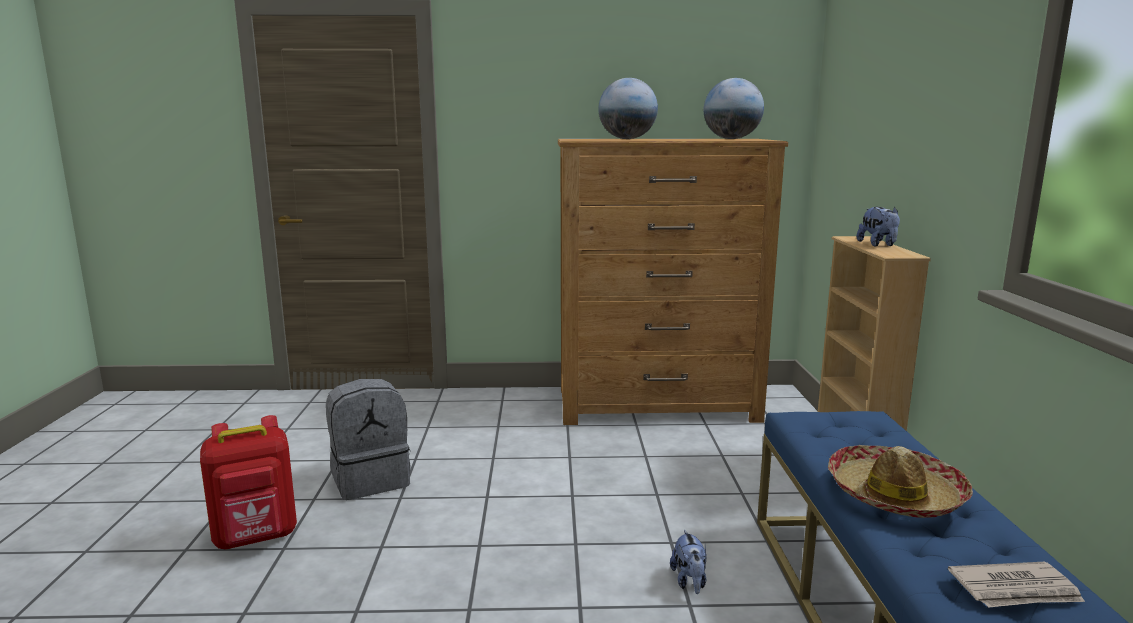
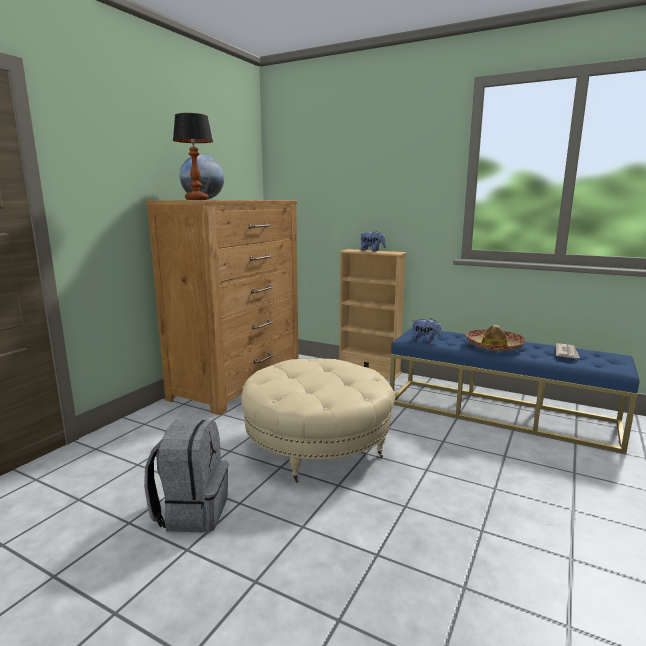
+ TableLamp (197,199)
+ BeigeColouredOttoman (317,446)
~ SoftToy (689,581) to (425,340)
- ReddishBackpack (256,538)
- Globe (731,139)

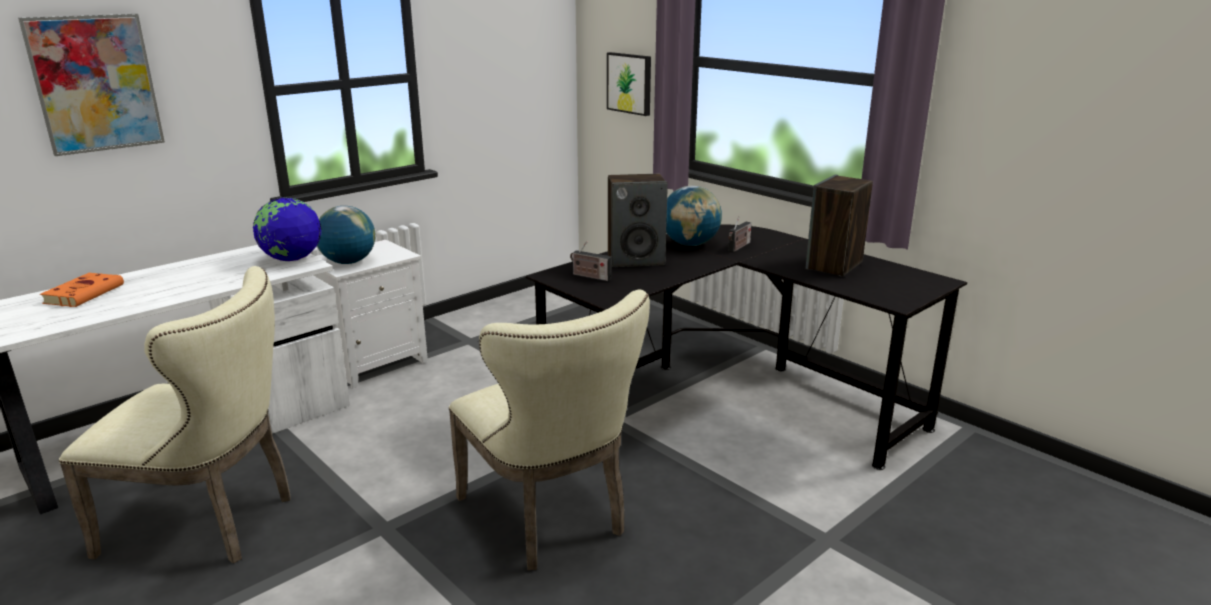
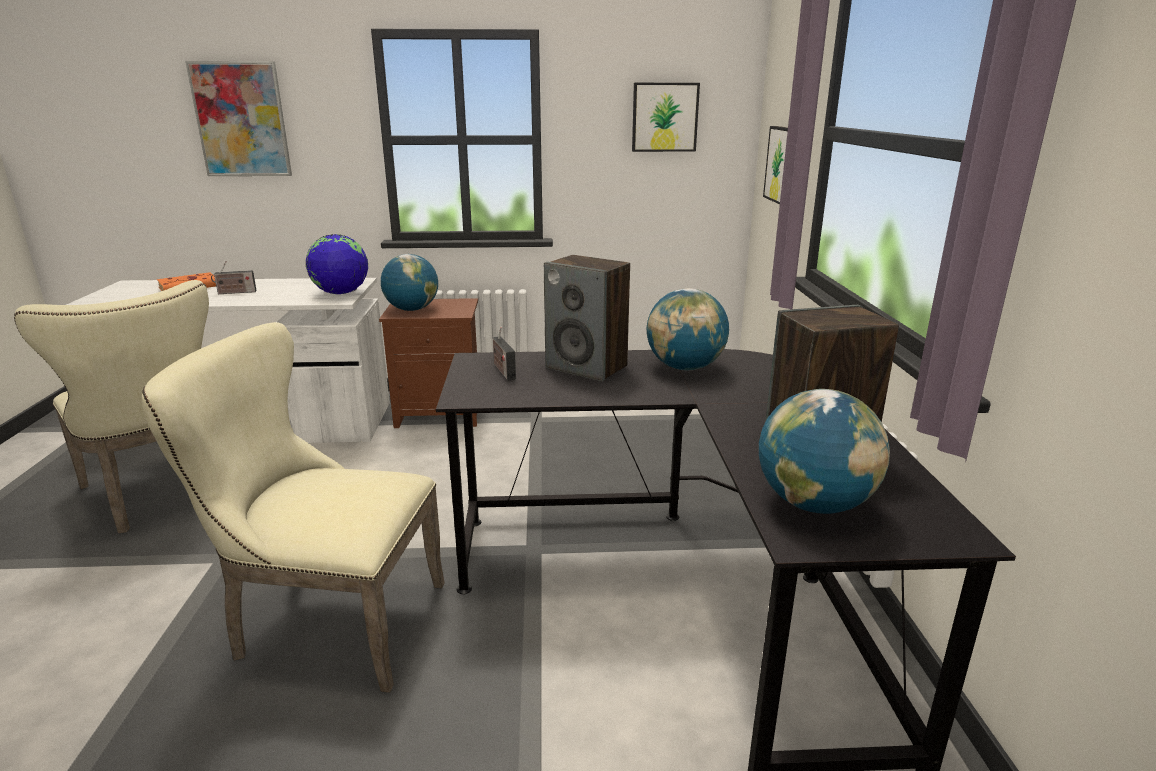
~ BeigeColouredUprightChair (550,518) = (328,623) 90 degrees clockwise
~ RadioSet (738,247) to (235,292)
~ WhitishNightstand (376,363) to BrownishNightstand (441,413)
+ WallArt (664,117)
+ Globe (814,504)

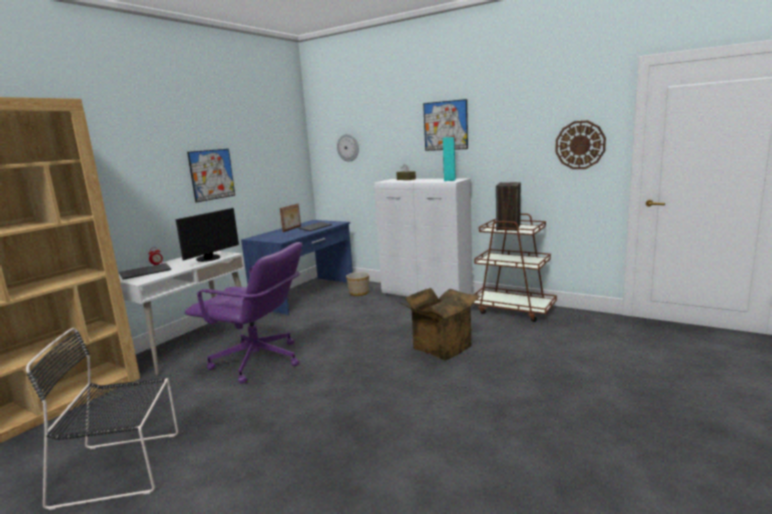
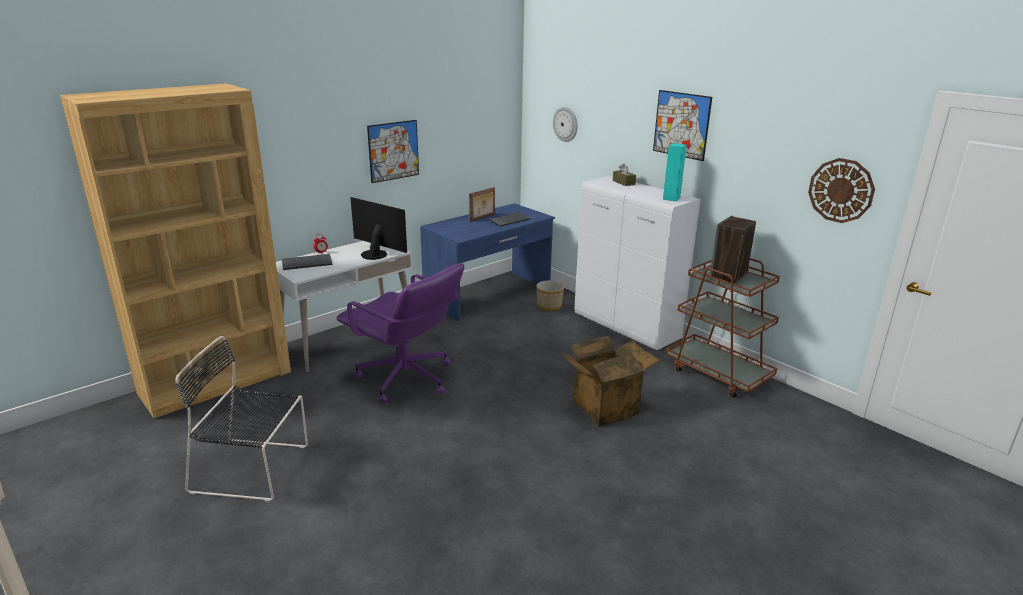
~ Monitor (210,258) = (376,254) 105 degrees counterclockwise

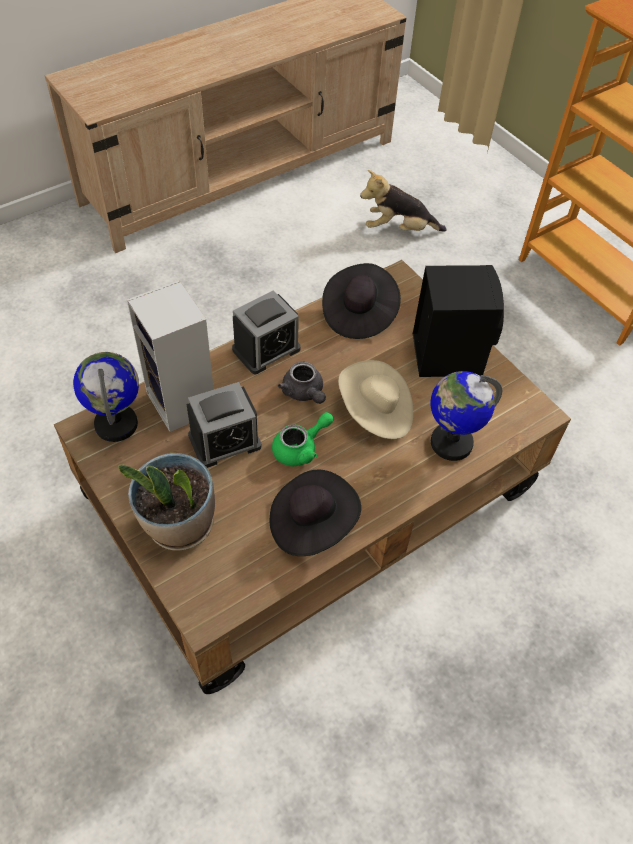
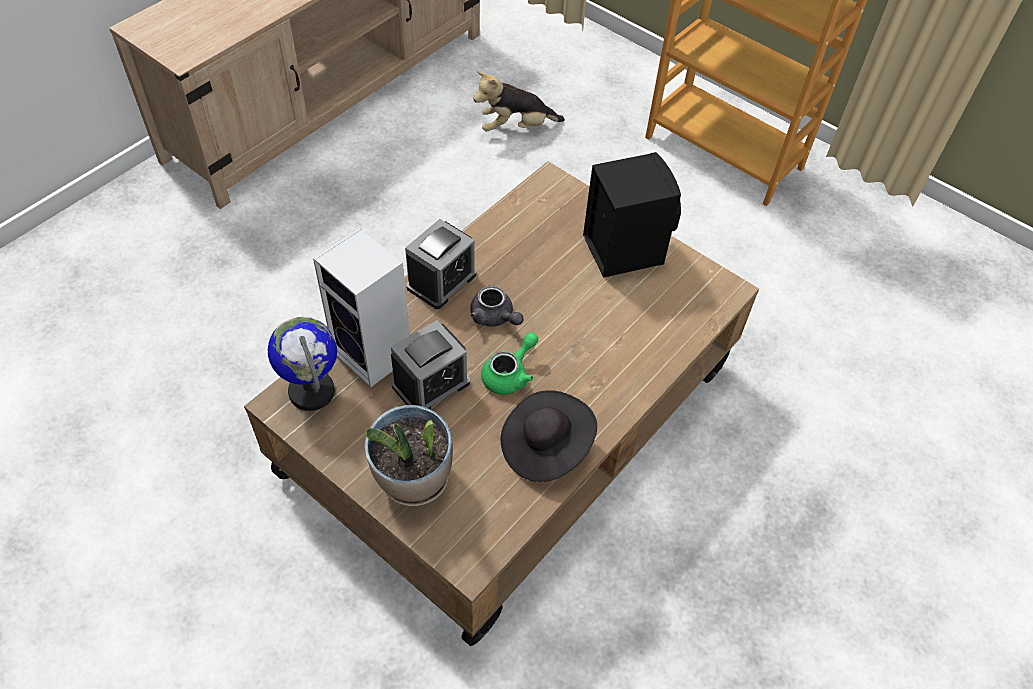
- BlackColouredHat (358,314)
- BeigeColouredHat (375,412)
- Globe (450,442)

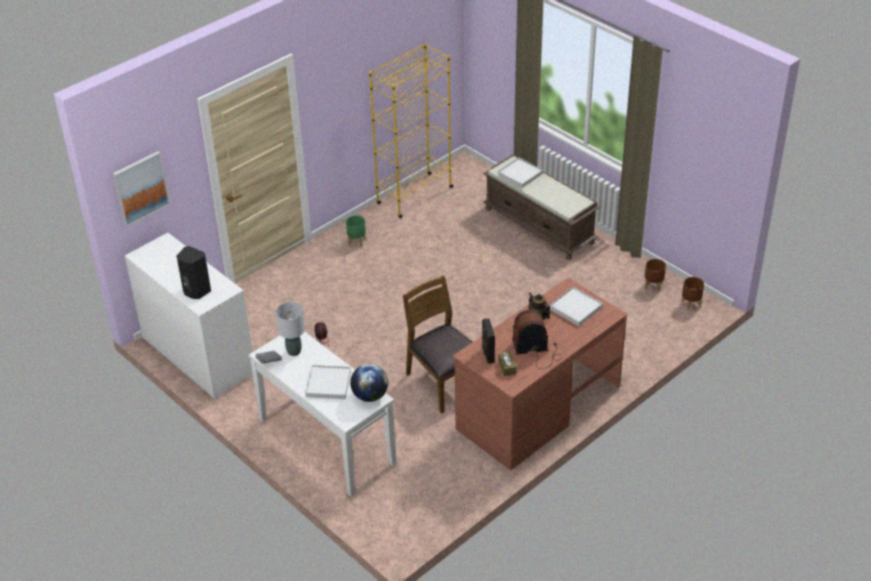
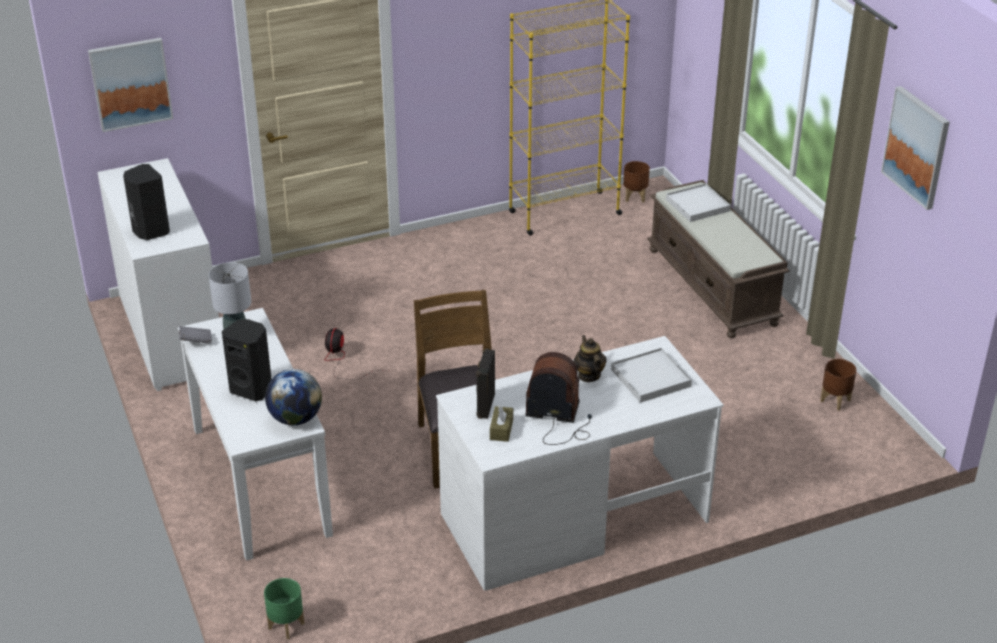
~ WhitishCarryingTray (328,384) to BlackColouredLoudspeaker (252,389)
~ GreenishPlanter (356,242) to (286,626)
~ BrownishDeskTable (537,407) to WhitishDeskTable (573,517)
~ BrownishPlanter (691,304) to (635,197)
+ WallArt (916,147)

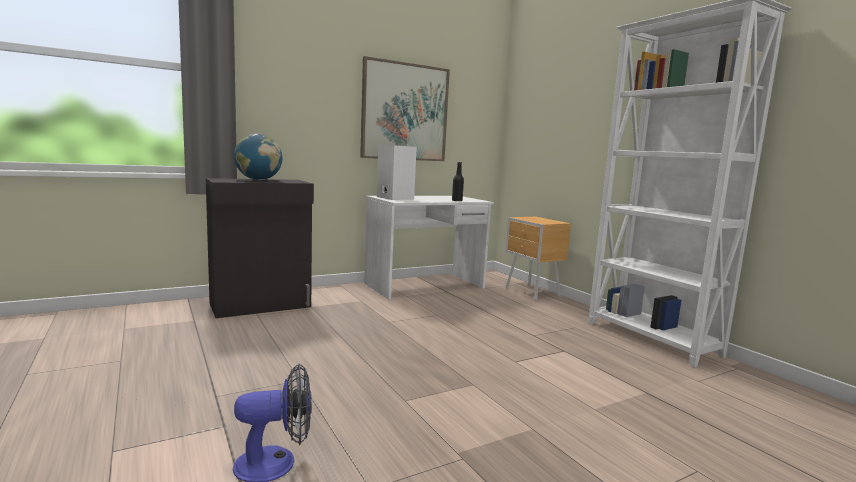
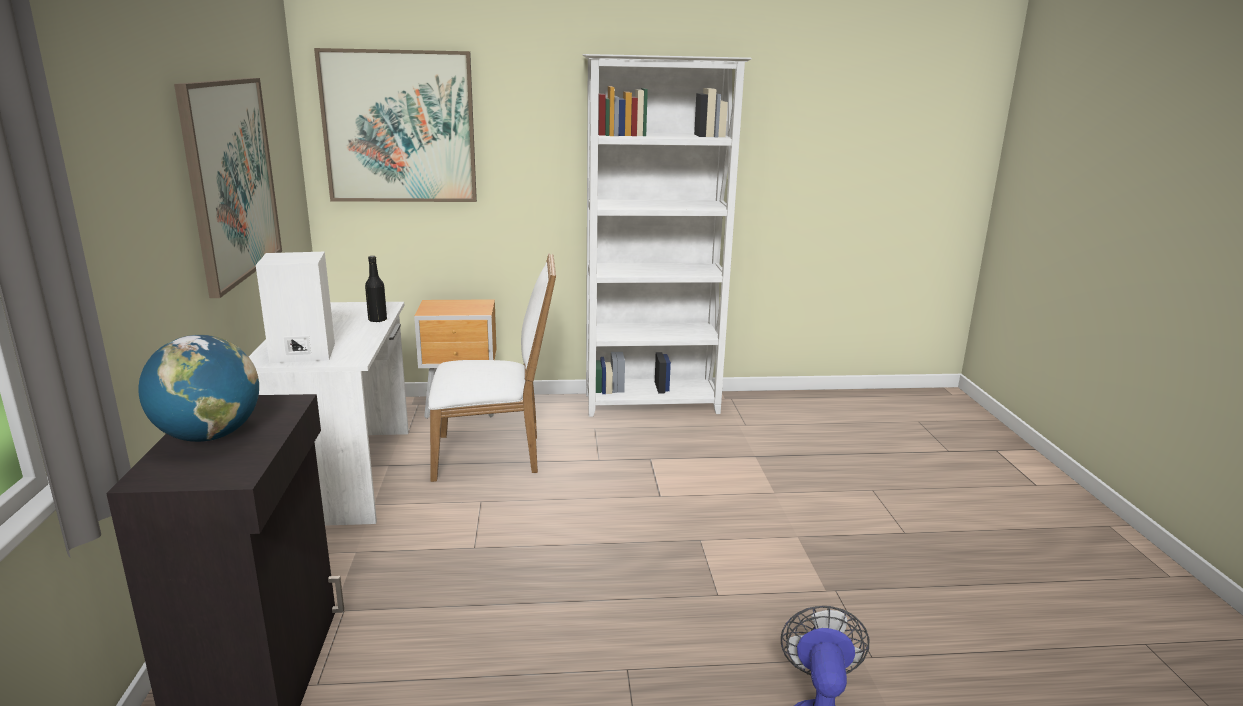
+ WallArt (399,127)
+ WhitishUprightChair (494,455)

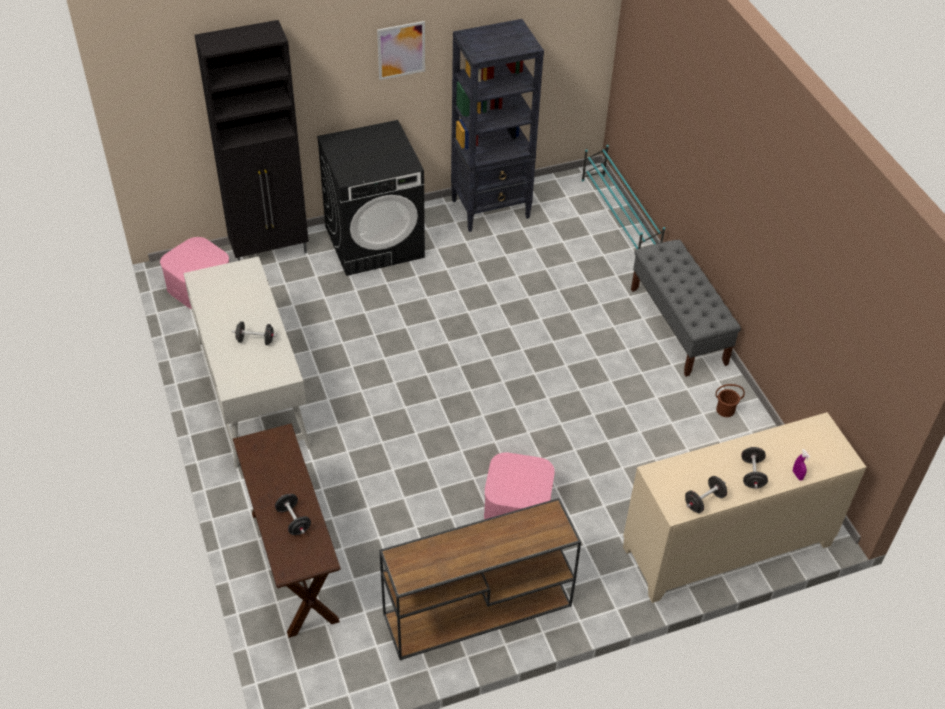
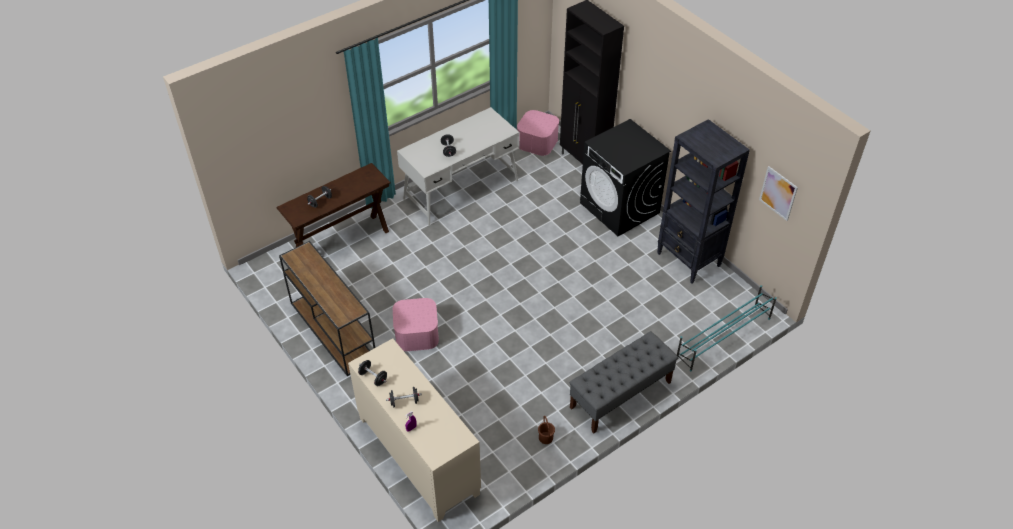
~ WallArt (401,50) to (778,193)

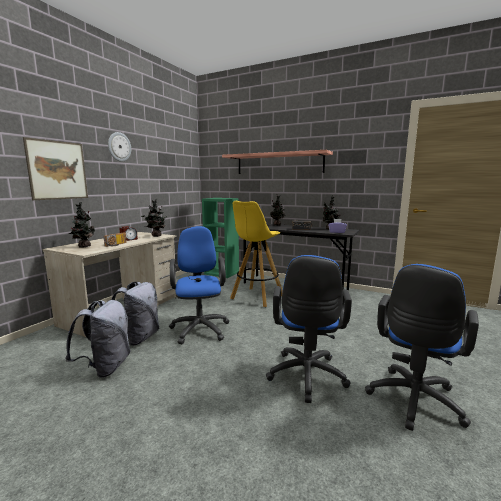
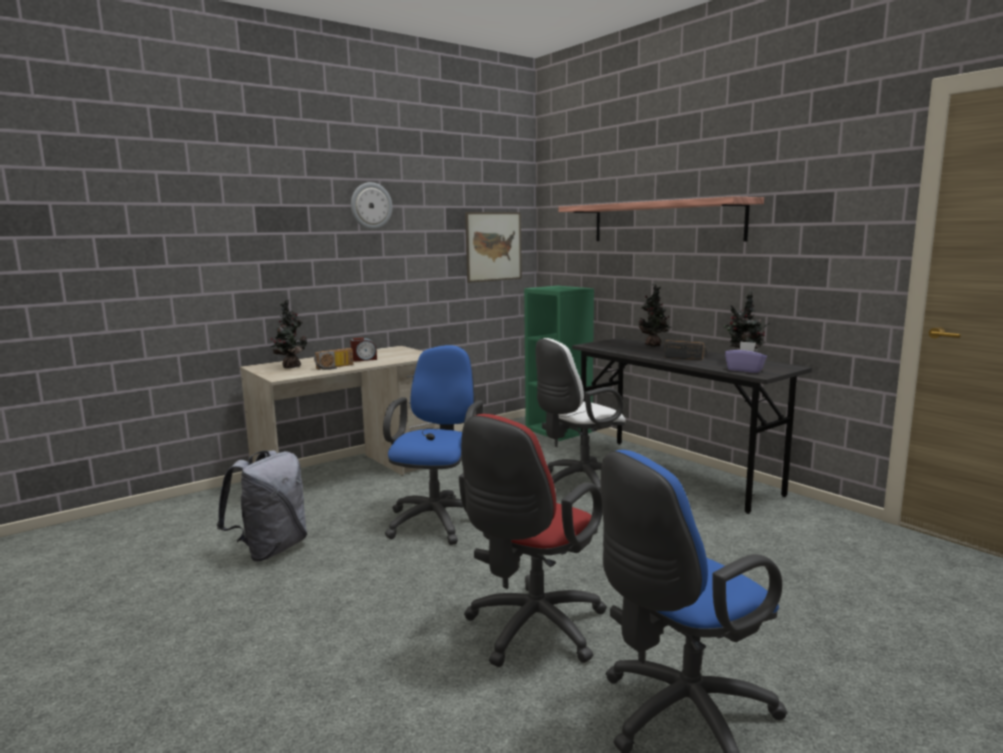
~ BlueColouredComputerChair (306,378) to ReddishComputerChair (531,631)
~ WallArt (58,170) to (493,246)
~ YellowColouredStoolSeat (256,297) to WhitishComputerChair (579,484)
- GreyBackpack (138,338)
- PottedPlant (155,236)

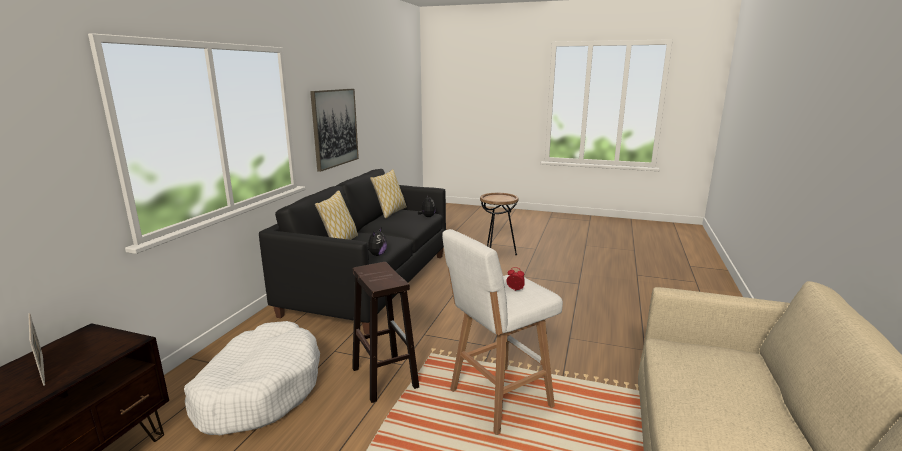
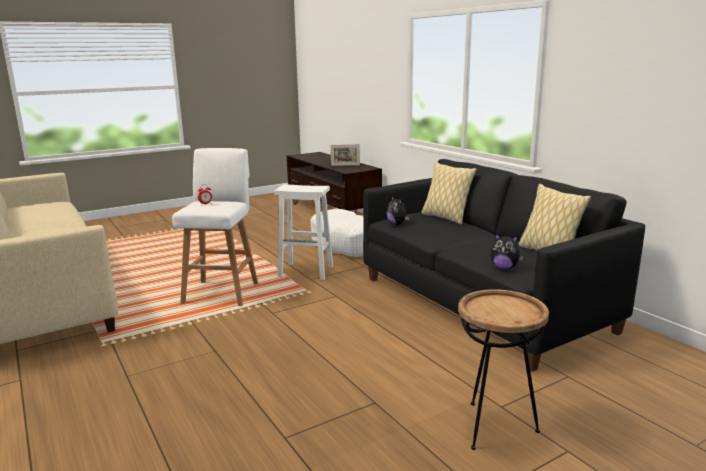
~ BrownishStoolSeat (384,377) to WhitishStoolSeat (307,271)
- WallArt (335,128)

